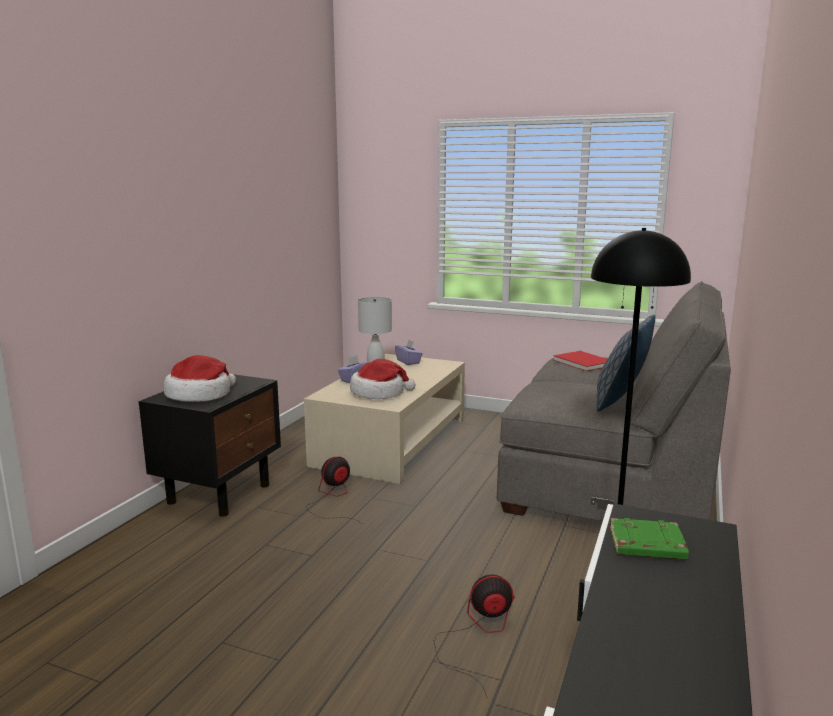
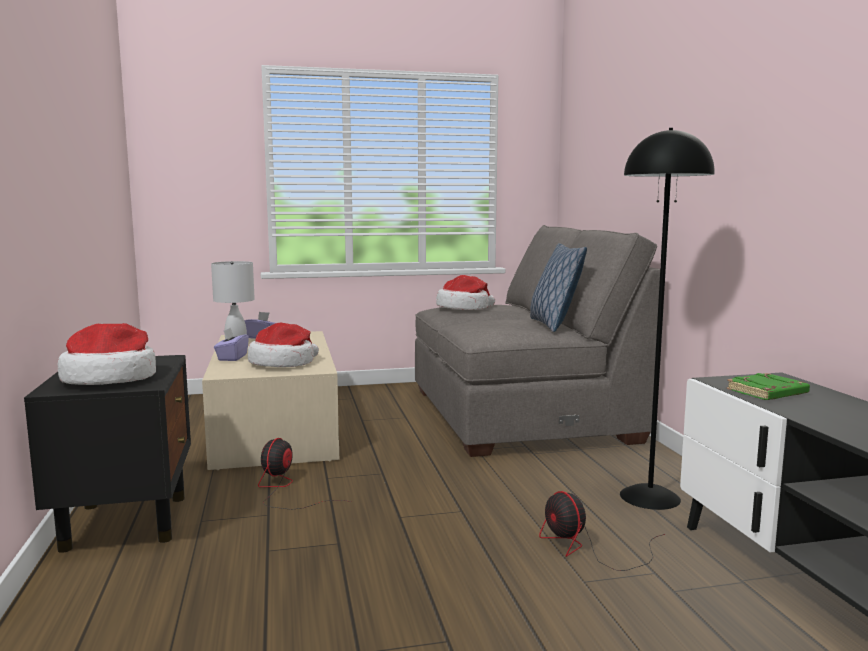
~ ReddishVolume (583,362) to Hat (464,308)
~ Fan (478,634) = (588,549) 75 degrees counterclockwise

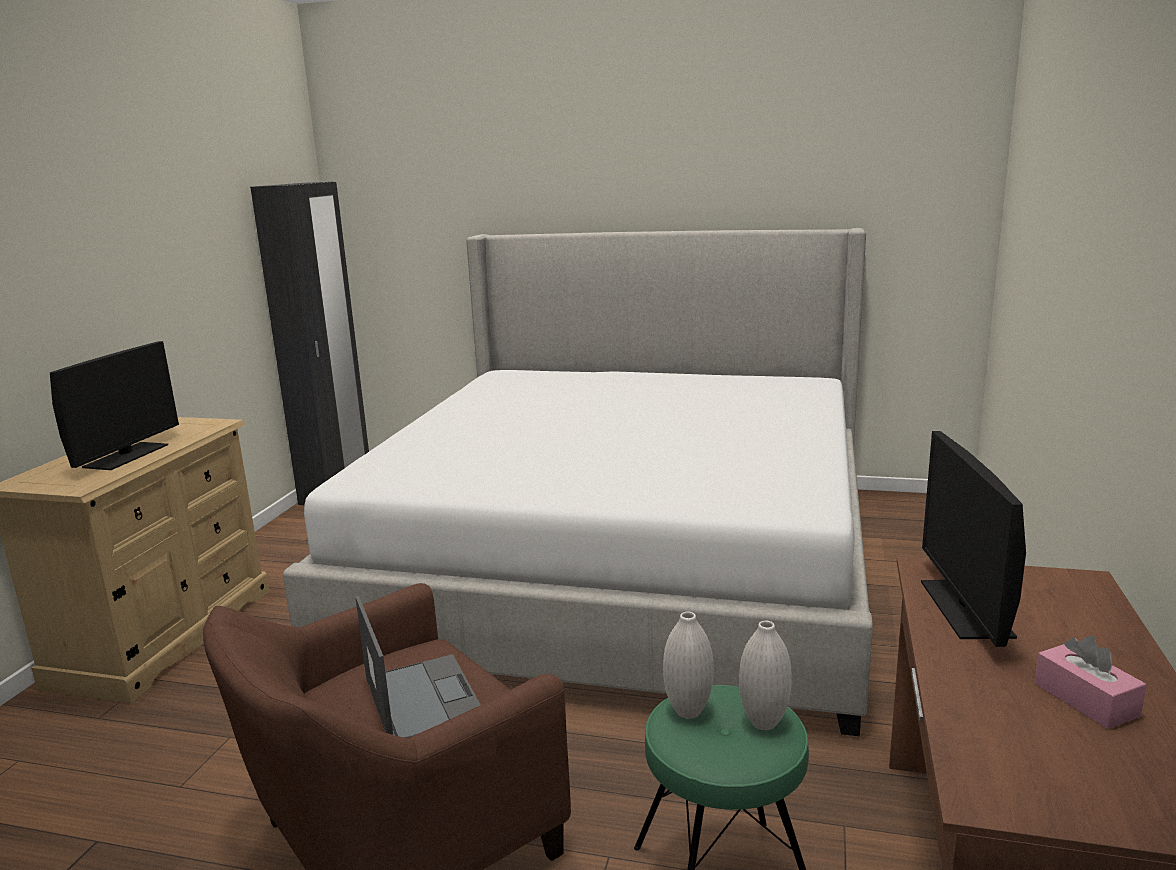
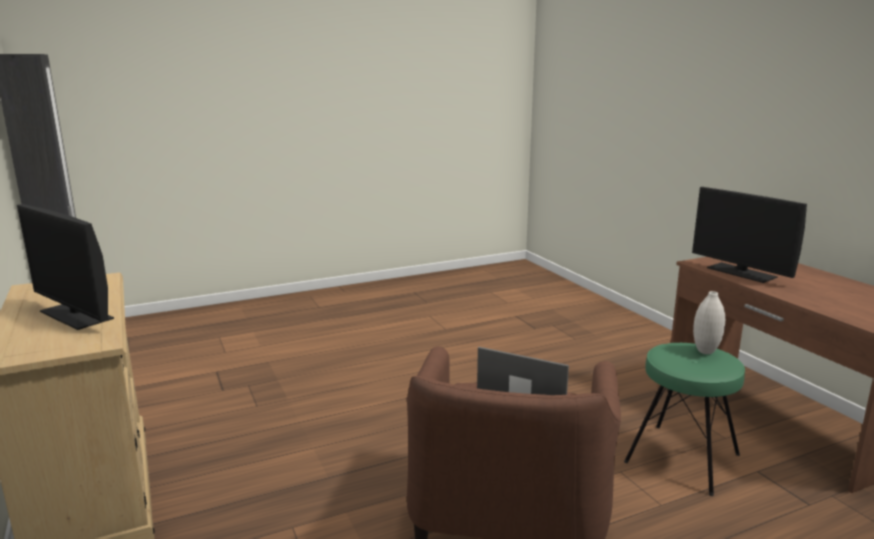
~ Monitor (126,456) = (76,315) 150 degrees clockwise
- BedroomBed (624,565)
- WhitishFlowerVase (688,711)
- PinkishBoxOfTissues (1085,699)

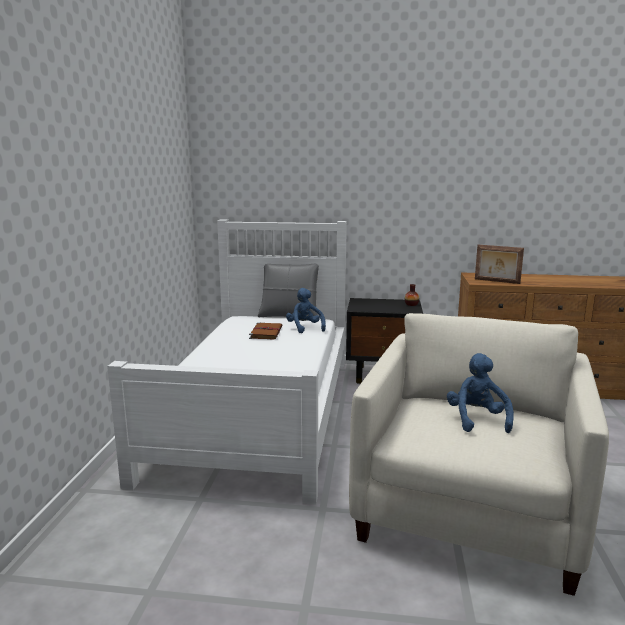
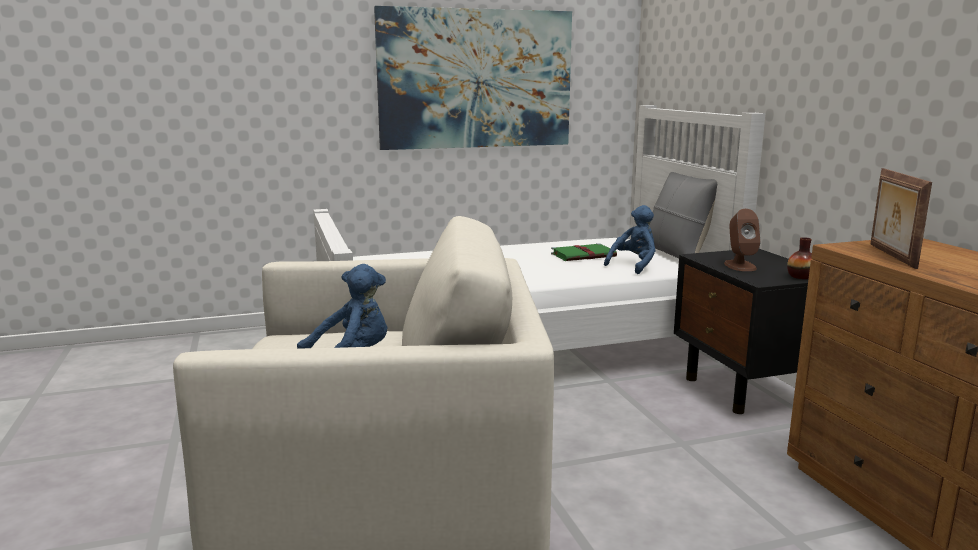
+ WallArt (476,79)
~ BrownishVolume (266,332) to GreenishVolume (584,255)
+ BrownishLoudspeaker (740,266)

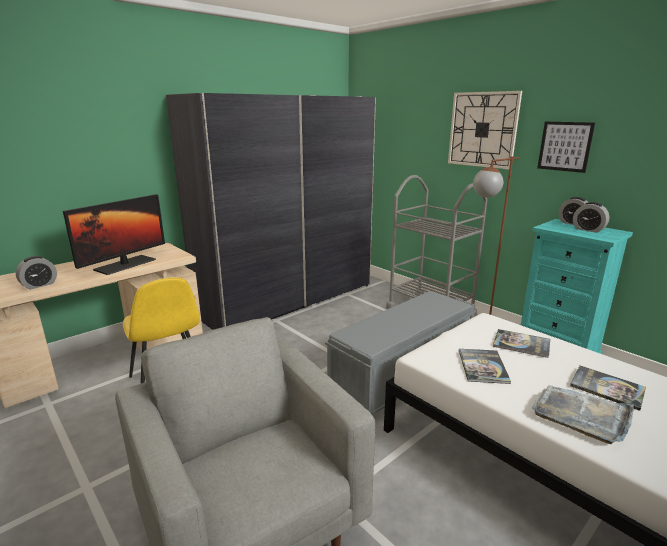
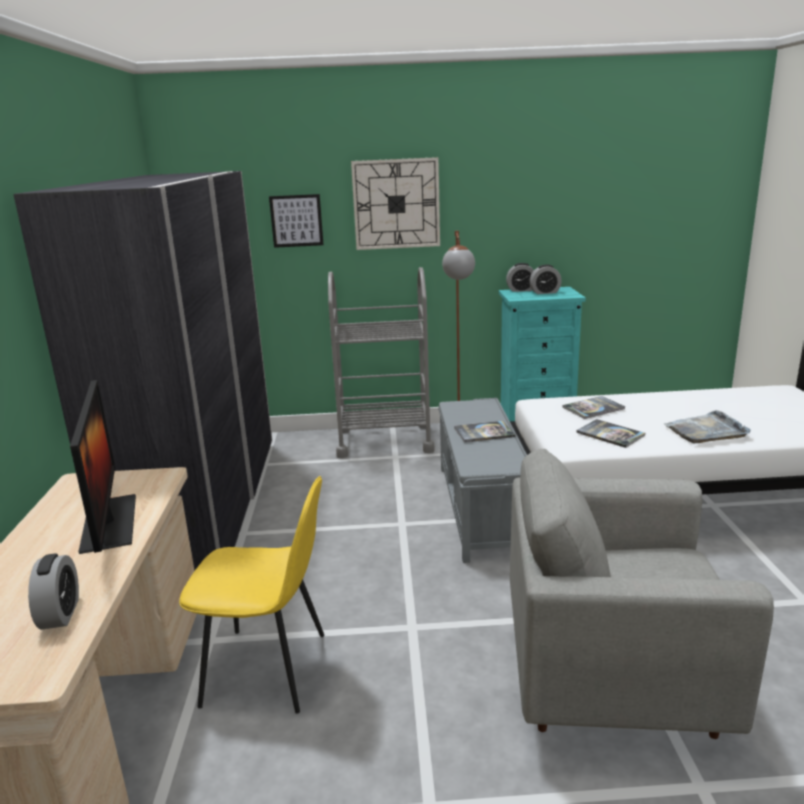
~ WallArt (565,146) to (296,221)
~ Volume (607,388) to (484,432)

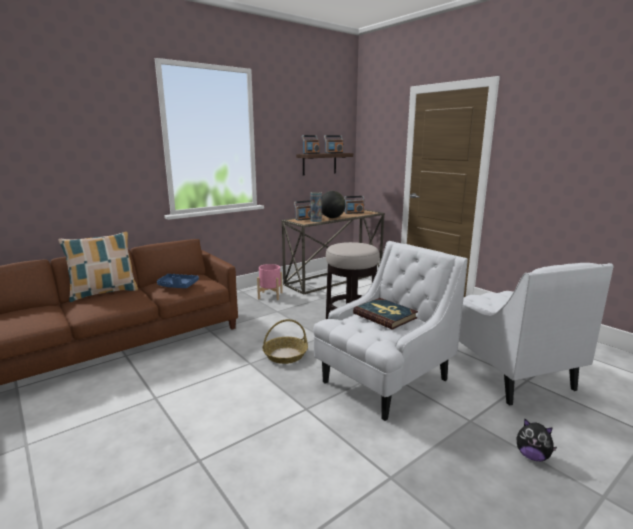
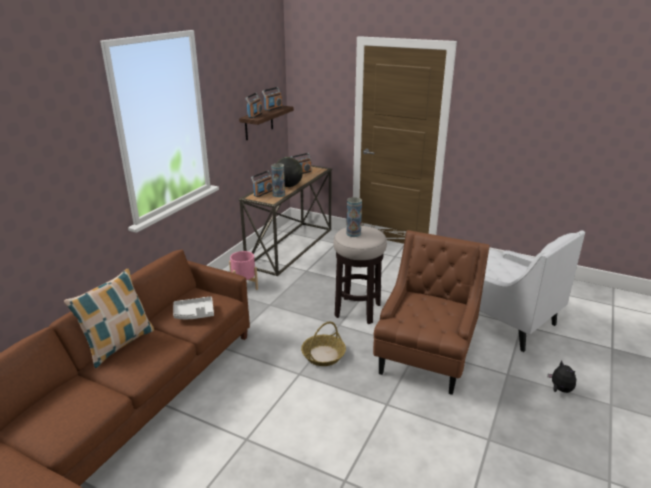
~ BlueColouredCarryingTray (177,286) to WhitishCarryingTray (194,313)
+ FlowerVase (353,233)
~ WhitishLoungeChair (384,381) to BrownishLoungeChair (425,358)
~ SoftToy (532,456) = (560,389) 120 degrees counterclockwise
- Volume (385,316)

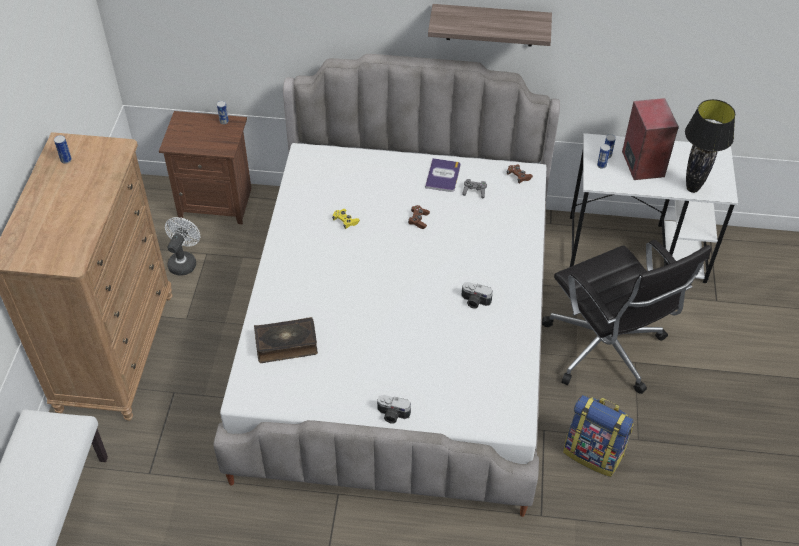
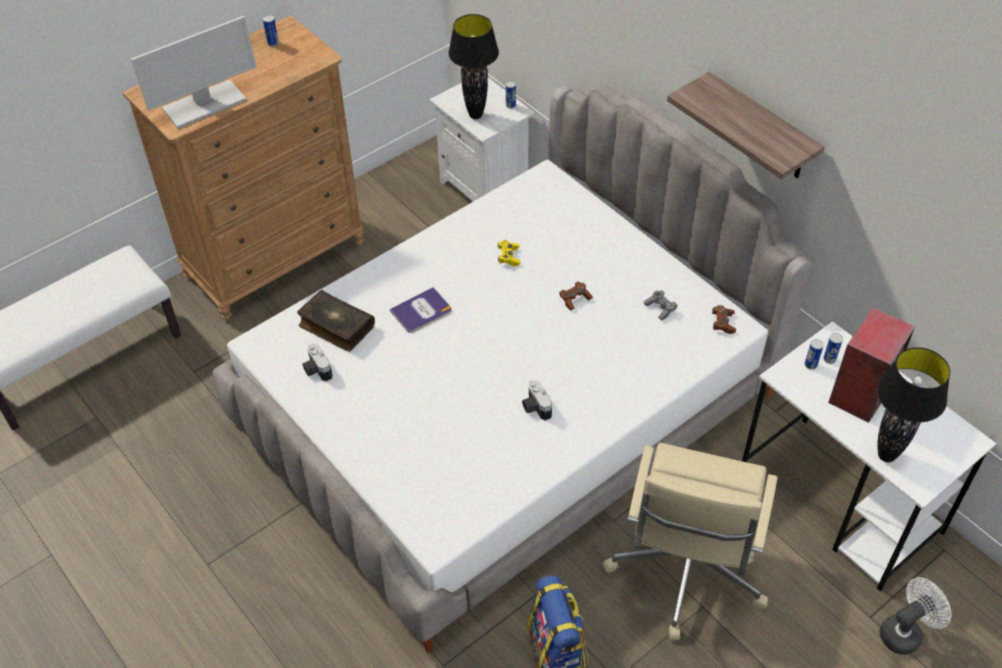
+ Monitor (204,105)
~ StillCamera (392,415) to (316,370)
~ Volume (443,176) to (421,311)
~ BrownishNightstand (216,202) to WhitishNightstand (485,188)
+ BlackColouredTableLamp (475,115)
~ BlackColouredComputerChair (605,350) to BeigeColouredComputerChair (685,571)
~ WhitishFan (184,261) to (905,632)

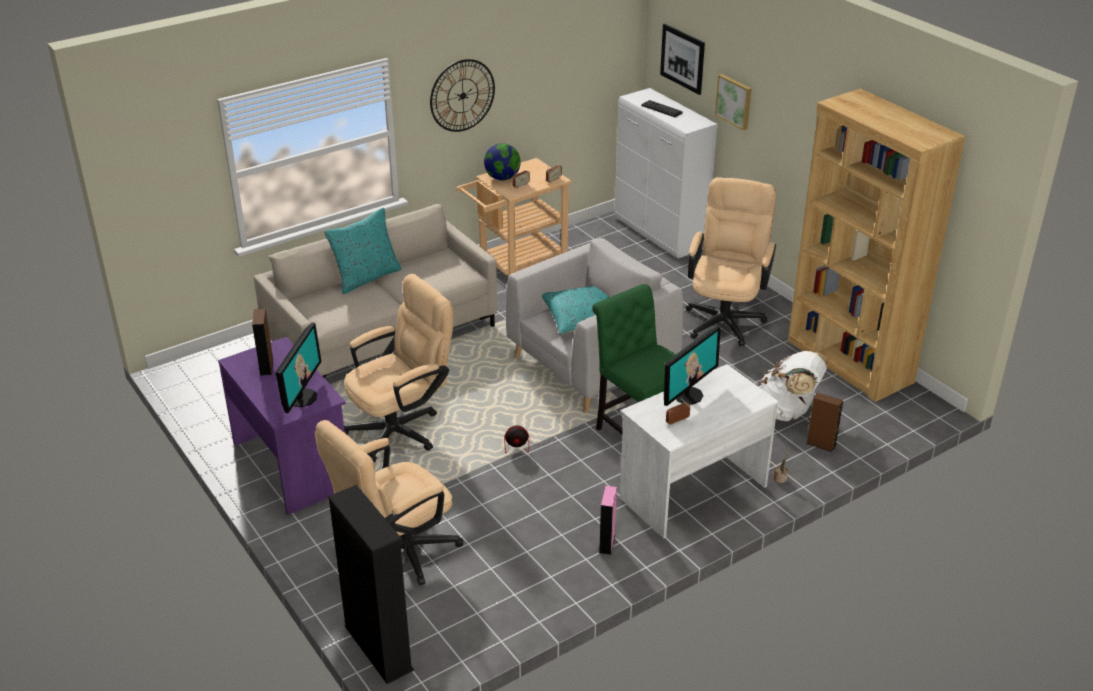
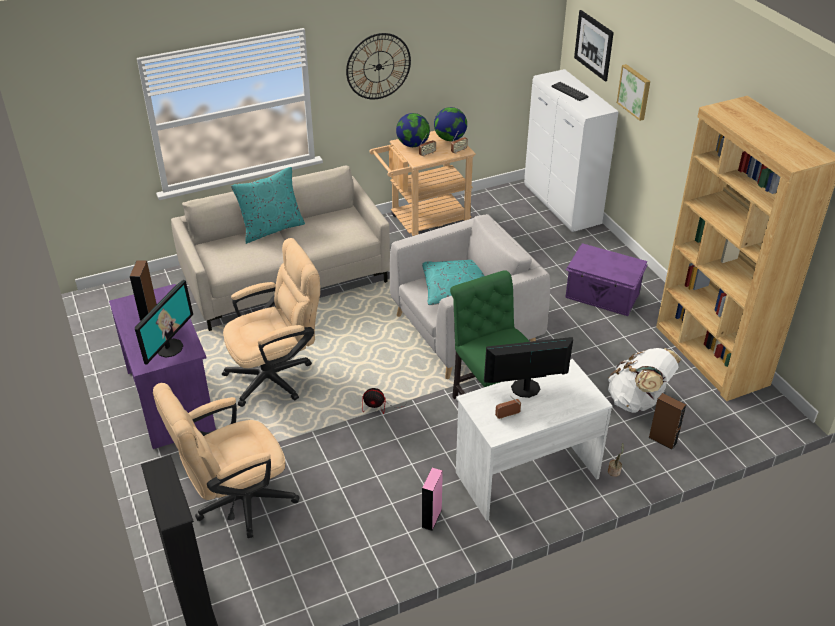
+ Globe (450,139)
~ Monitor (688,395) = (525,388) 150 degrees counterclockwise
~ BeigeColouredComputerChair (725,317) to PurpleStorageBox (602,296)

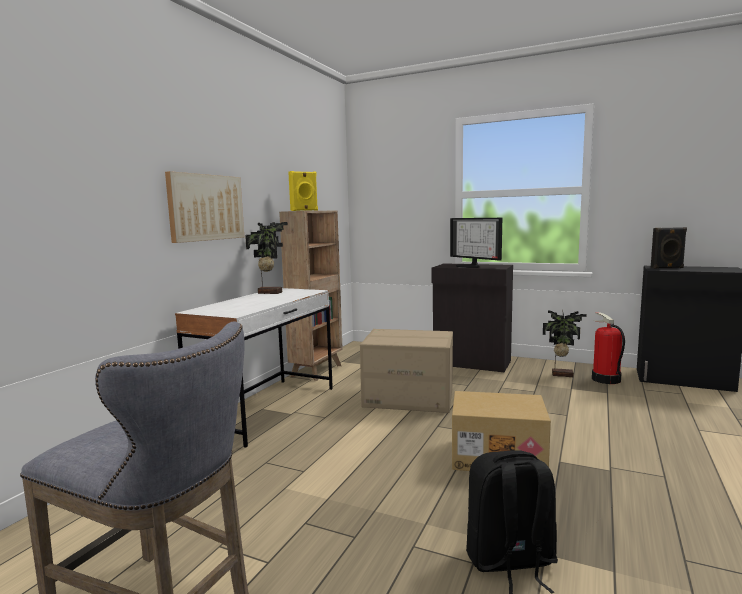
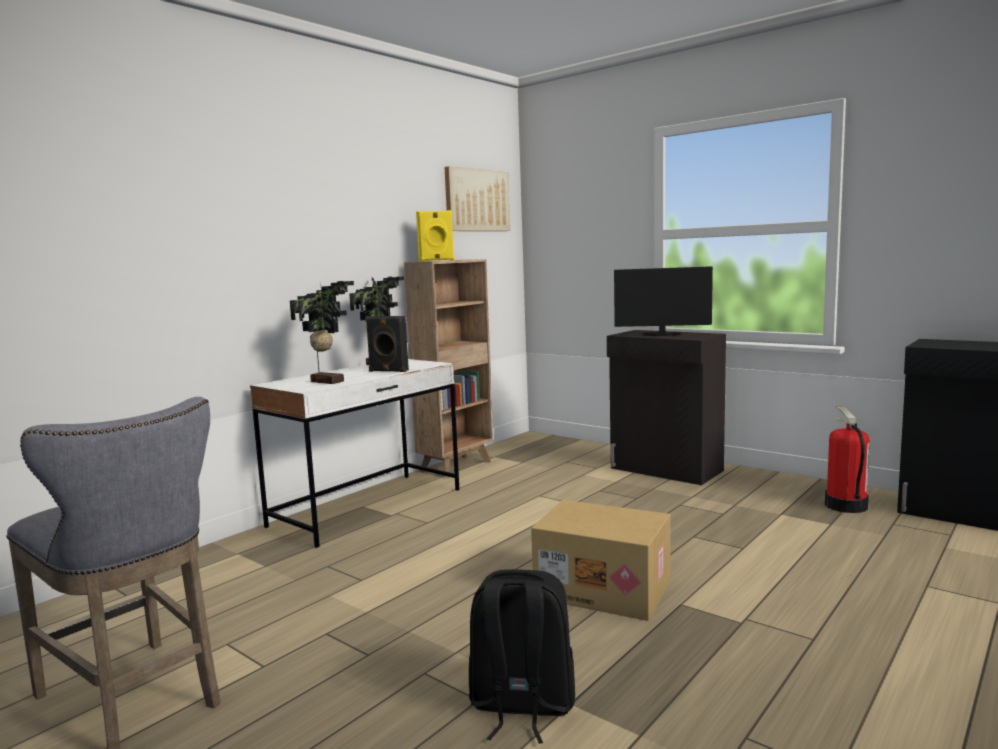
~ PottedPlant (561,374) to (328,381)
~ BlackColouredLoudspeaker (667,268) to (388,371)
~ WallArt (206,207) to (476,200)
~ Monitor (470,266) = (661,334) 120 degrees clockwise
- Carton (409,398)

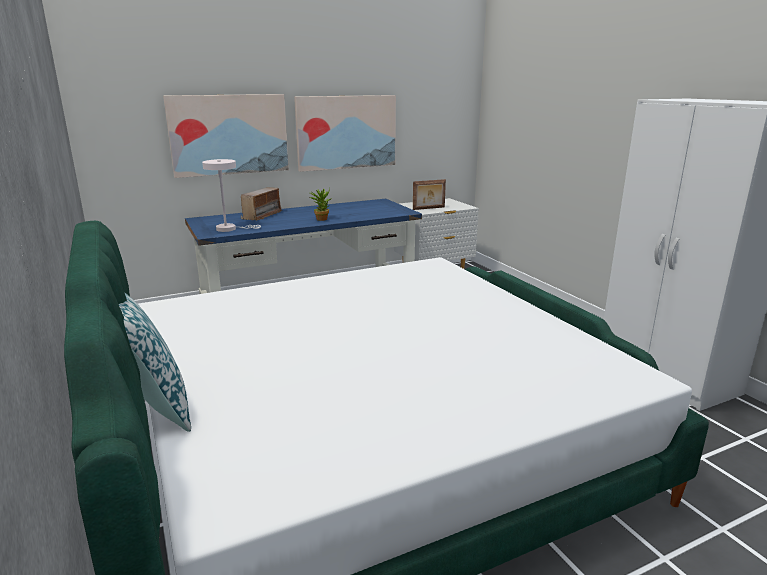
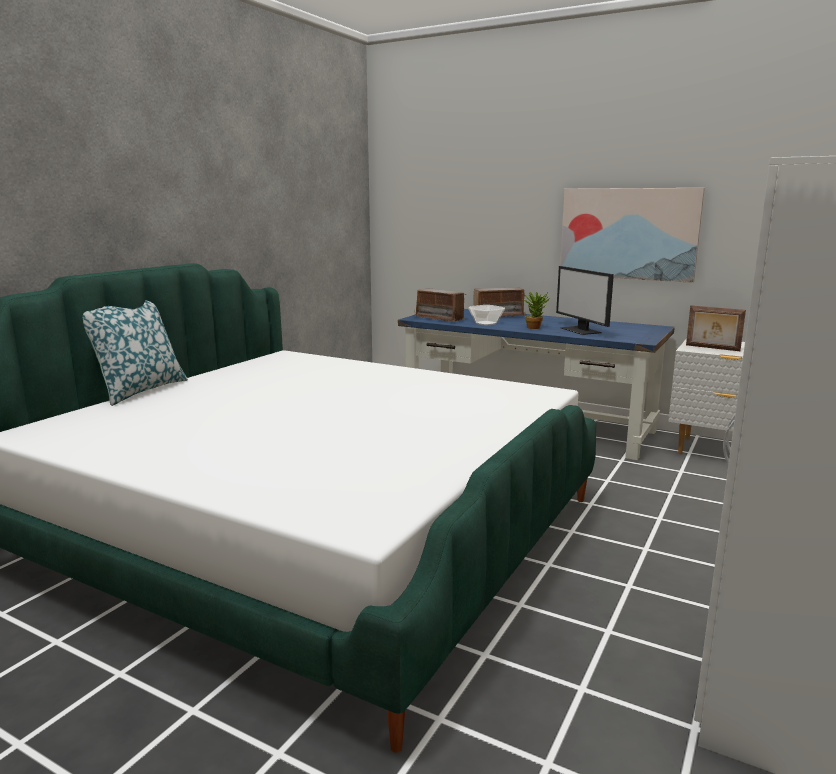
~ WhitishTableLamp (230,229) to RadioSet (440,318)
+ Bowl (485,323)
+ Monitor (581,330)
- WallArt (229,134)

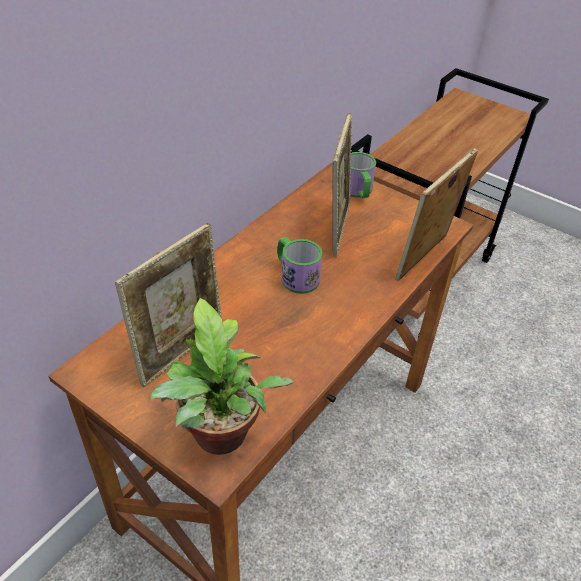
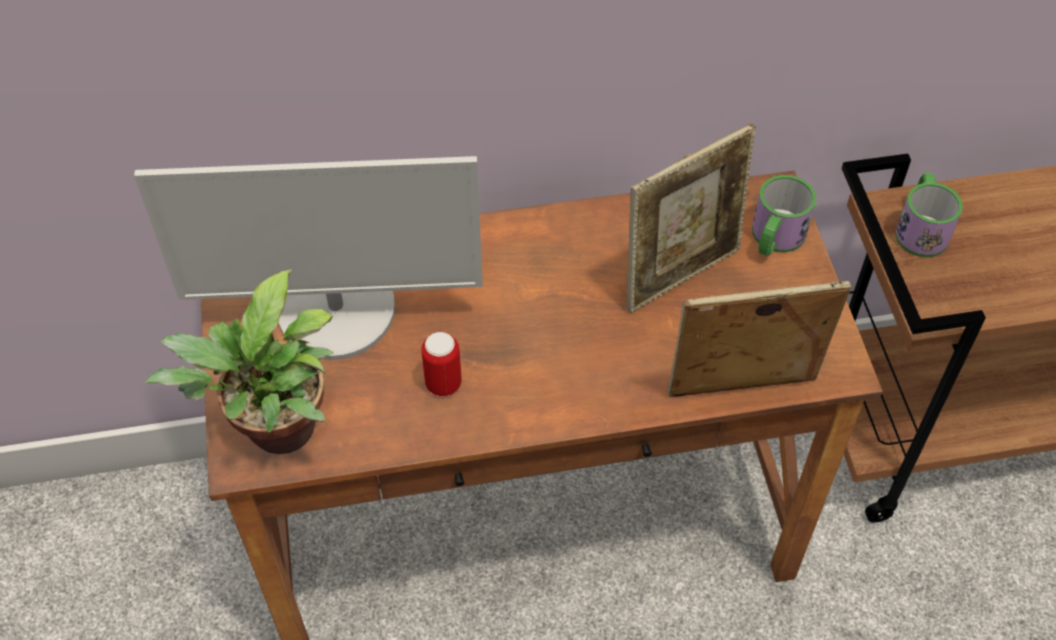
~ PictureFrame (181,351) to Monitor (337,311)
+ MetalCan (443,384)
~ CoffeeMug (295,276) to (920,228)

